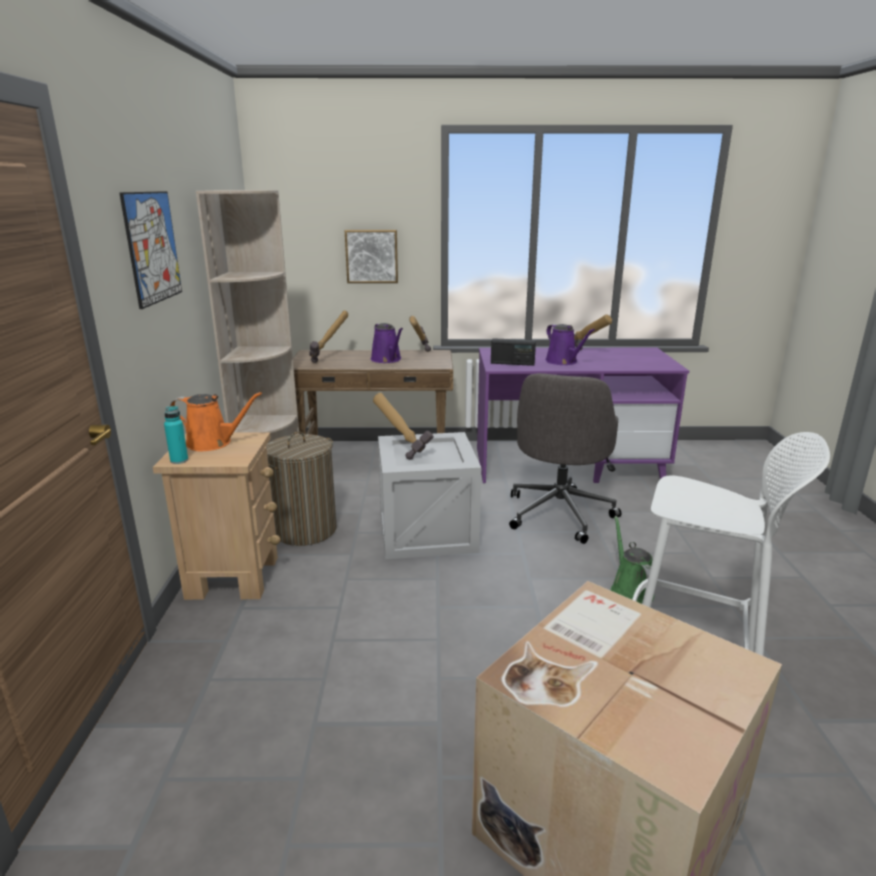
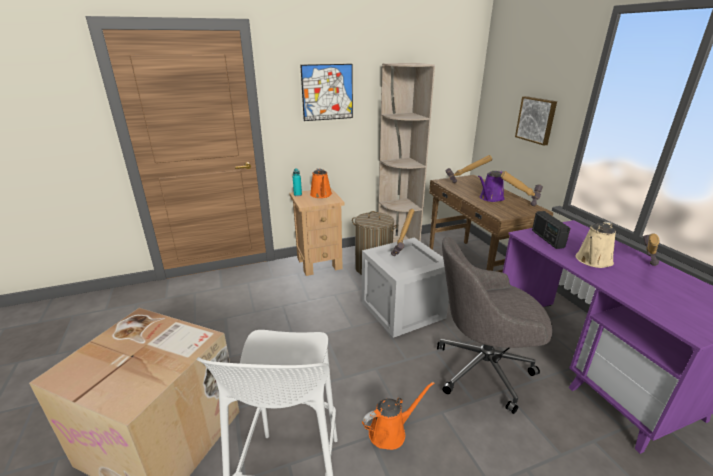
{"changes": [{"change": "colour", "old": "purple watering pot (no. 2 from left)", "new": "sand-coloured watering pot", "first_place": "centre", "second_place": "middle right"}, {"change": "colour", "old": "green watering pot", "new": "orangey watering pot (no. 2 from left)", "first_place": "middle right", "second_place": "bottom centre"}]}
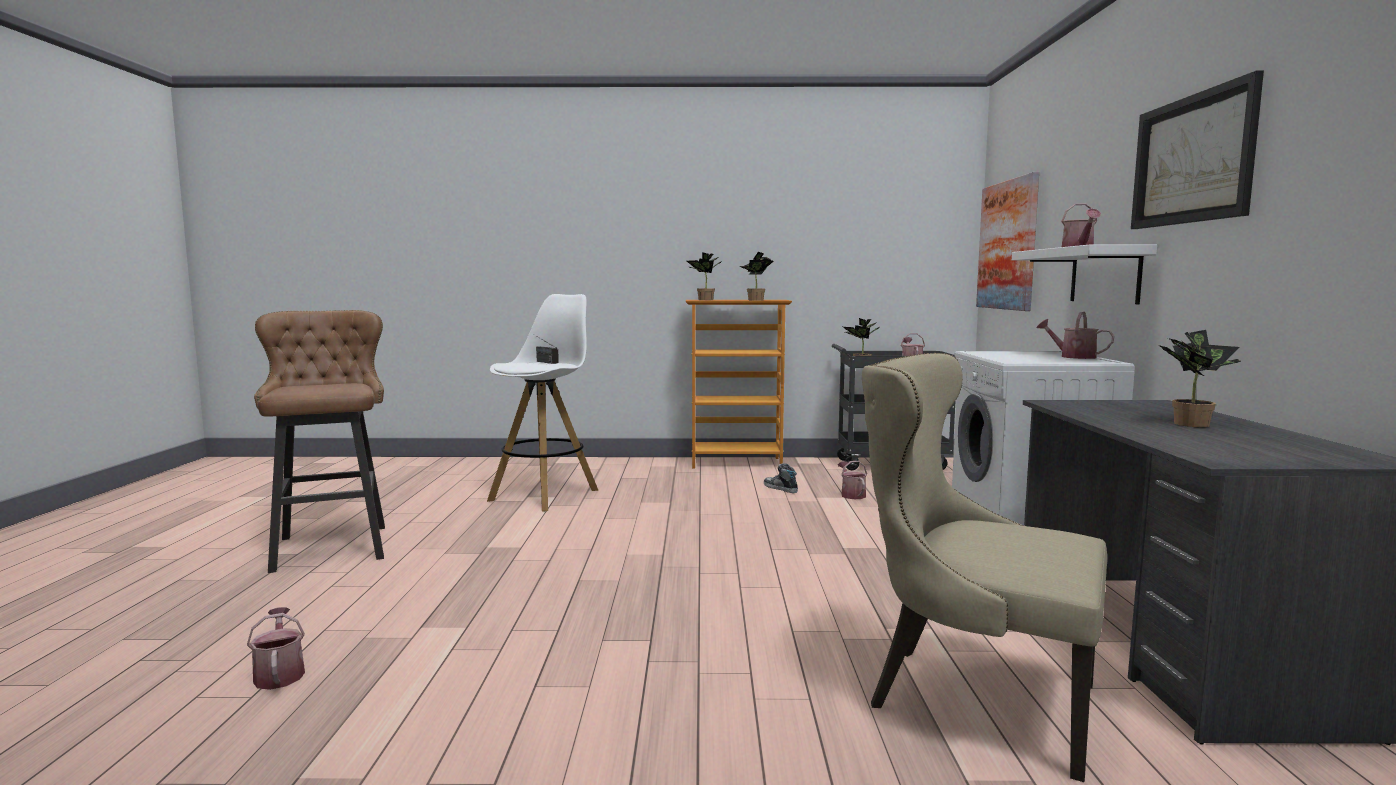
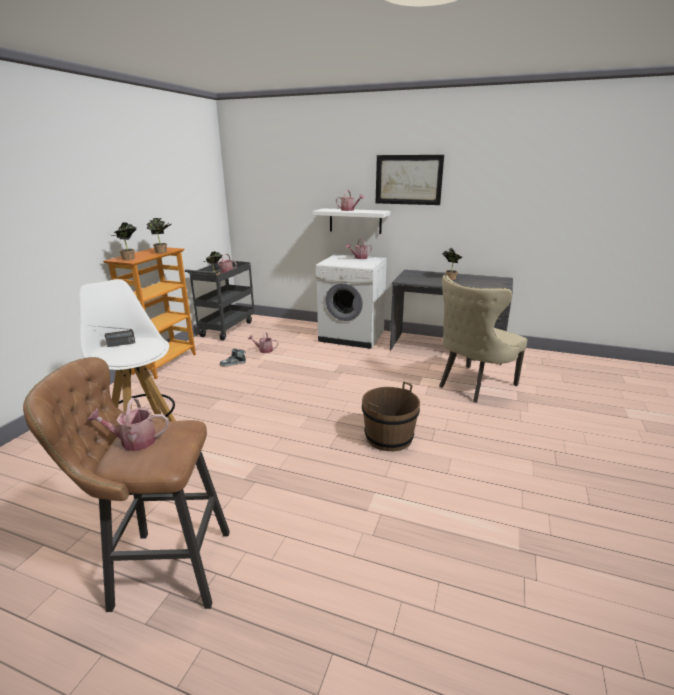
{"changes": [{"change": "missing", "old": "picture (no. 1 from left)", "first_place": "top right"}, {"change": "relocated", "old": "watering pot (no. 1 from left)", "first_place": "bottom left", "second_place": "middle left"}, {"change": "appeared", "new": "brown-coloured water bucket", "second_place": "centre"}]}
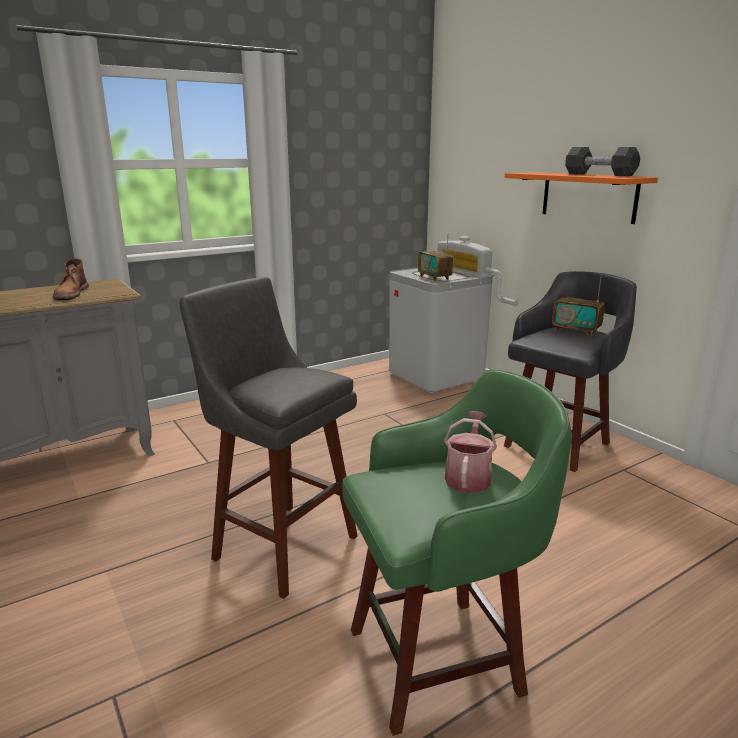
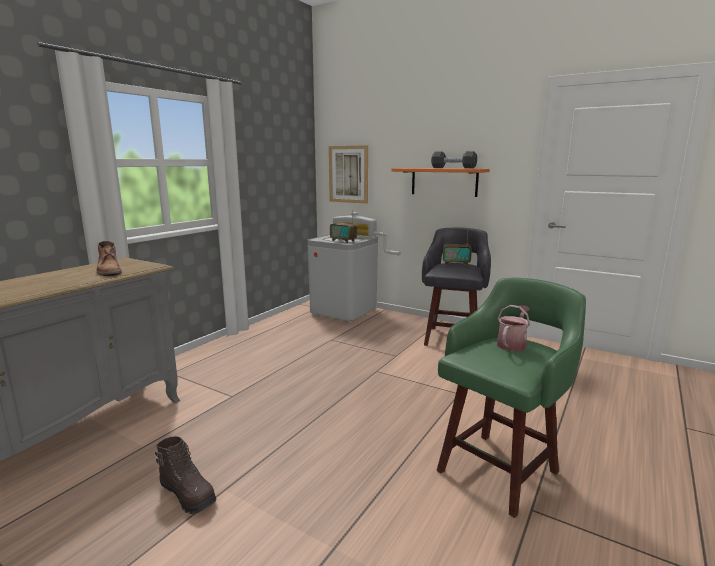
{"changes": [{"change": "missing", "old": "greyish sitting stool (no. 1 from left)", "first_place": "centre"}, {"change": "spun", "old": "watering pot", "first_place": "centre", "second_place": "middle right", "degrees": 45}, {"change": "appeared", "new": "picture", "second_place": "top centre"}, {"change": "appeared", "new": "brown-coloured boot (no. 2 from left)", "second_place": "bottom left"}]}
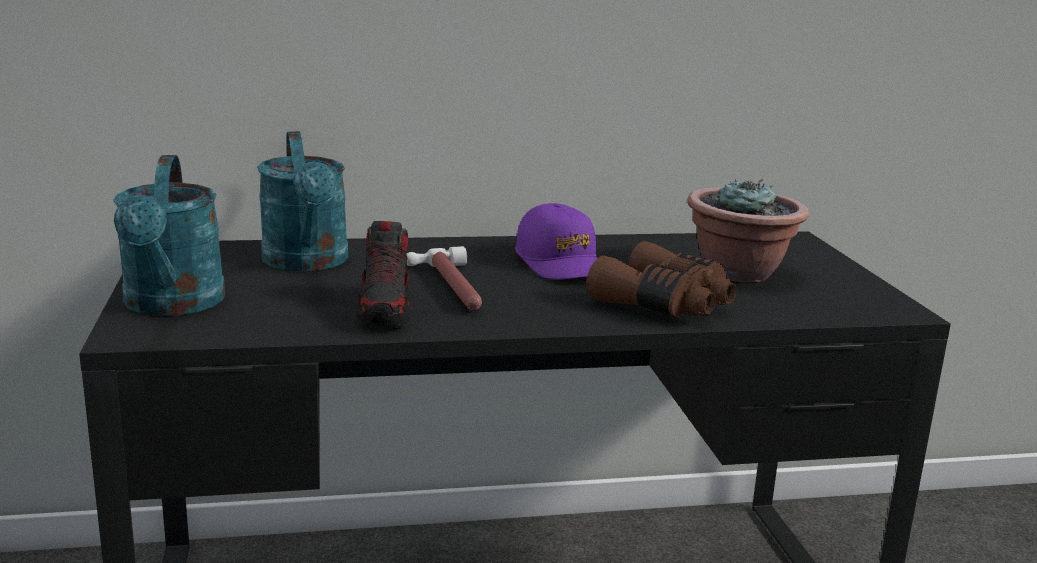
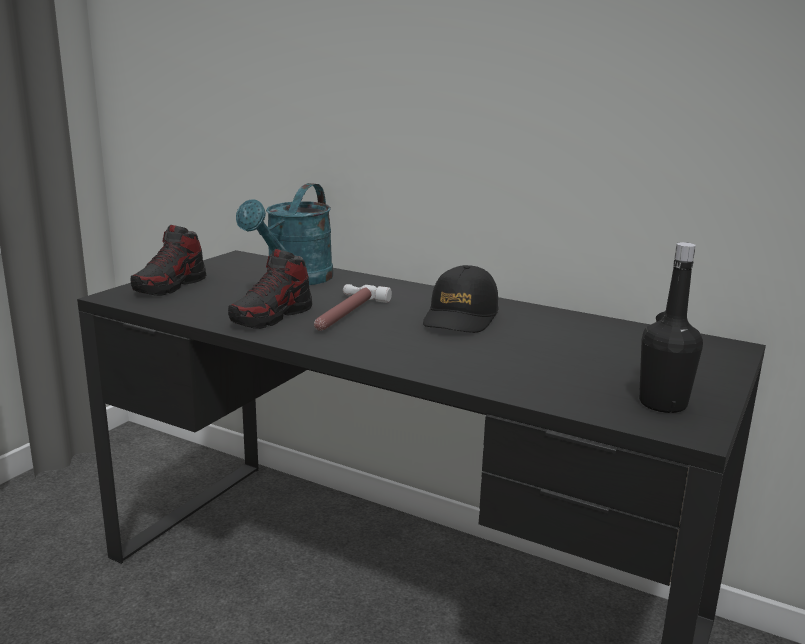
{"changes": [{"change": "exchanged", "old": "blue-green watering pot (no. 1 from left)", "new": "shoe (no. 1 from left)", "first_place": "middle left", "second_place": "middle left"}, {"change": "missing", "old": "plant in a pot", "first_place": "middle right"}, {"change": "colour", "old": "purple baseball cap", "new": "black baseball cap", "first_place": "centre", "second_place": "centre"}, {"change": "missing", "old": "brown-coloured field glasses", "first_place": "centre"}, {"change": "appeared", "new": "black beverage bottle", "second_place": "middle right"}]}
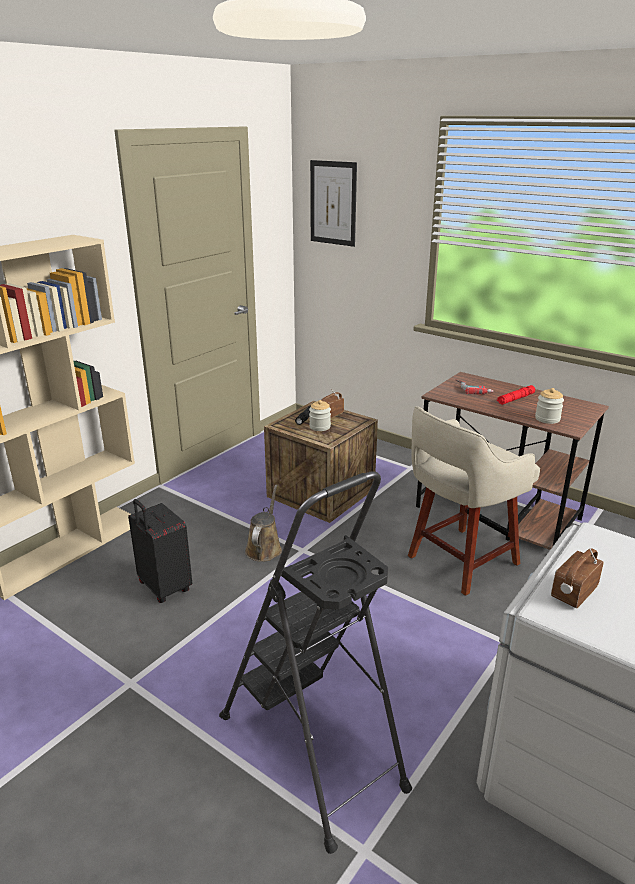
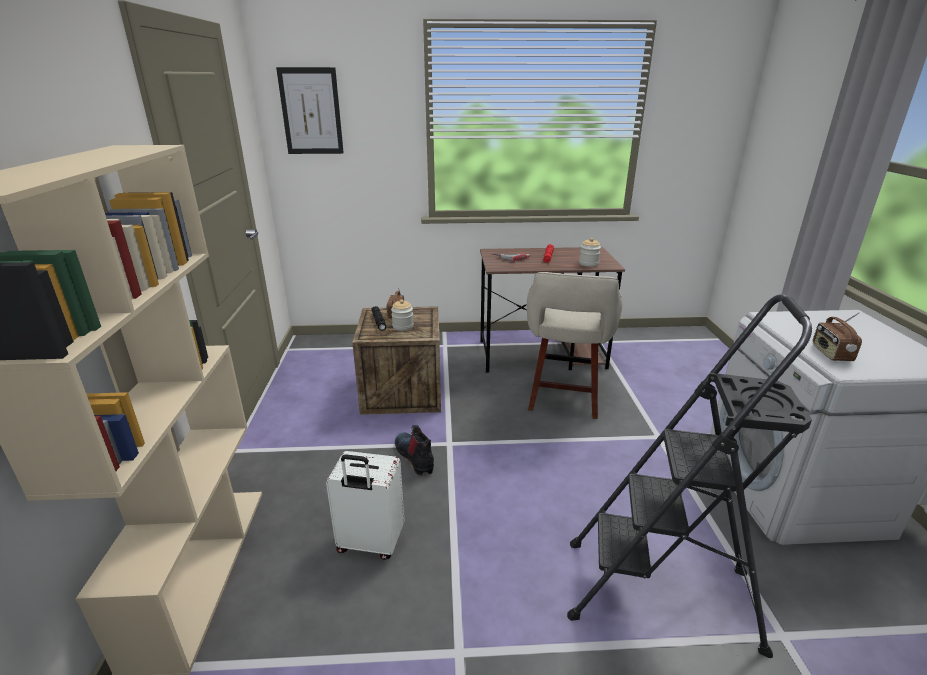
{"changes": [{"change": "exchanged", "old": "brown-coloured watering pot", "new": "boot", "first_place": "centre", "second_place": "bottom centre"}, {"change": "colour", "old": "black travel case", "new": "white-coloured travel case", "first_place": "middle left", "second_place": "bottom centre"}]}
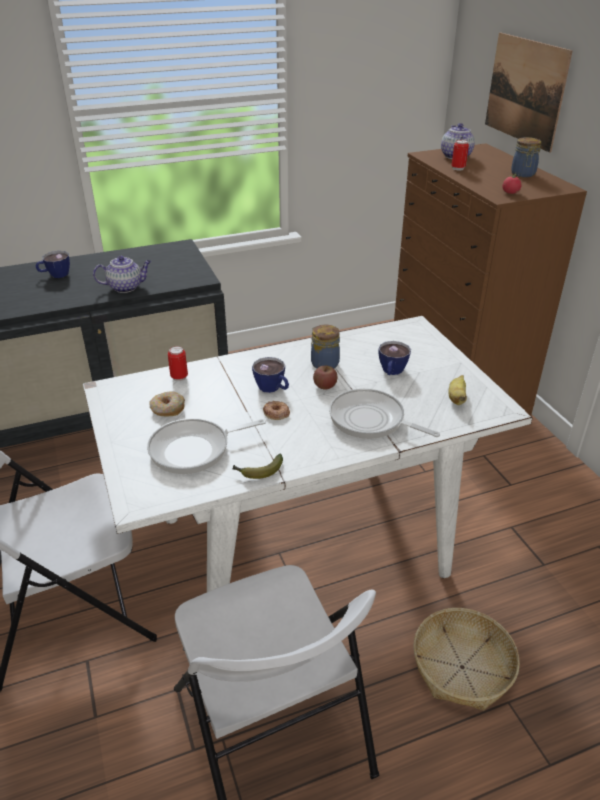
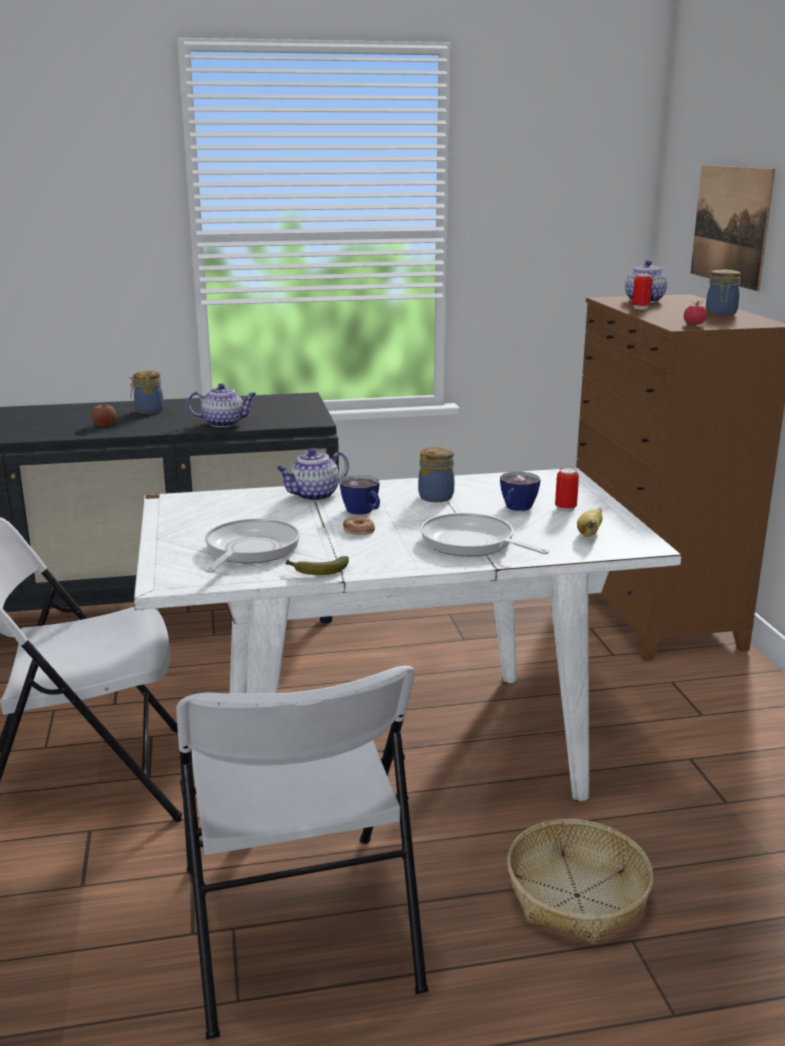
{"changes": [{"change": "exchanged", "old": "cup (no. 1 from left)", "new": "jar (no. 1 from left)", "first_place": "top left", "second_place": "middle left"}, {"change": "relocated", "old": "can (no. 1 from left)", "first_place": "middle left", "second_place": "middle right"}, {"change": "relocated", "old": "apple", "first_place": "centre", "second_place": "middle left"}, {"change": "missing", "old": "donut (no. 1 from left)", "first_place": "middle left"}, {"change": "spun", "old": "frying pan (no. 1 from left)", "first_place": "centre", "second_place": "middle left", "degrees": 120}, {"change": "appeared", "new": "pot for tea (no. 2 from left)", "second_place": "centre"}]}
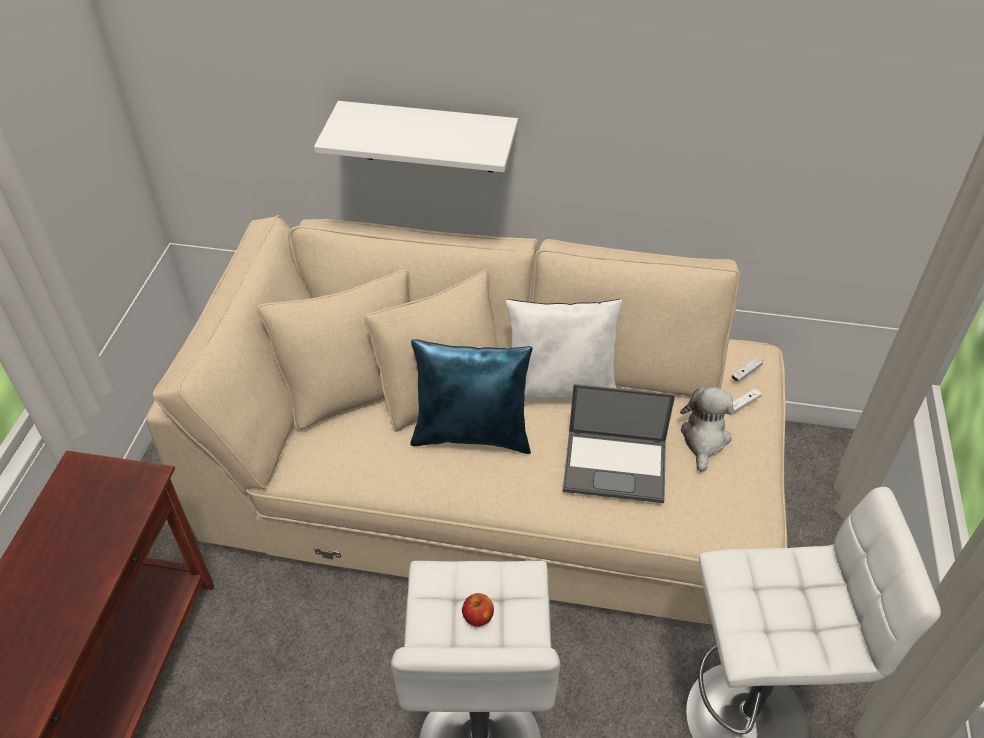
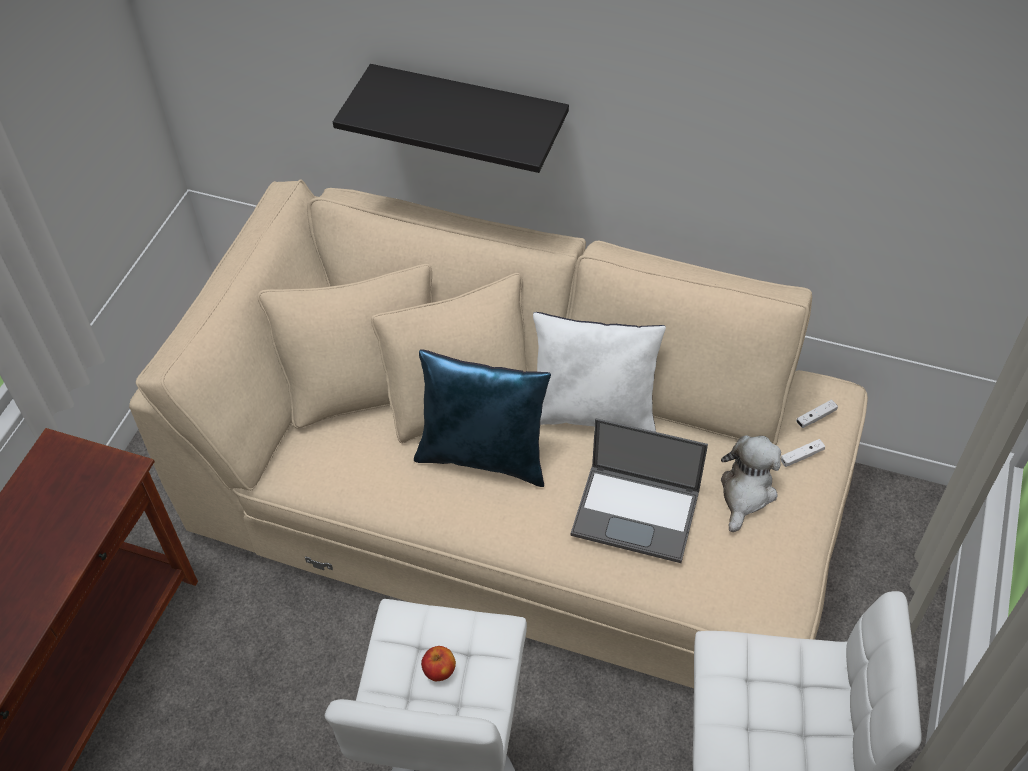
{"changes": [{"change": "colour", "old": "white-coloured shelf", "new": "black shelf", "first_place": "top centre", "second_place": "top centre"}]}
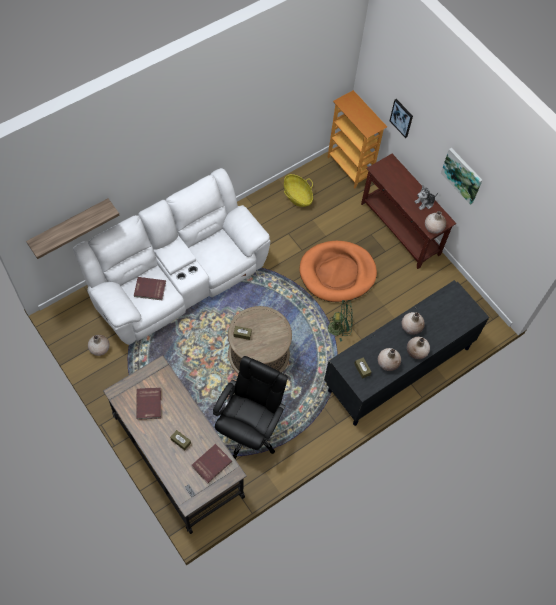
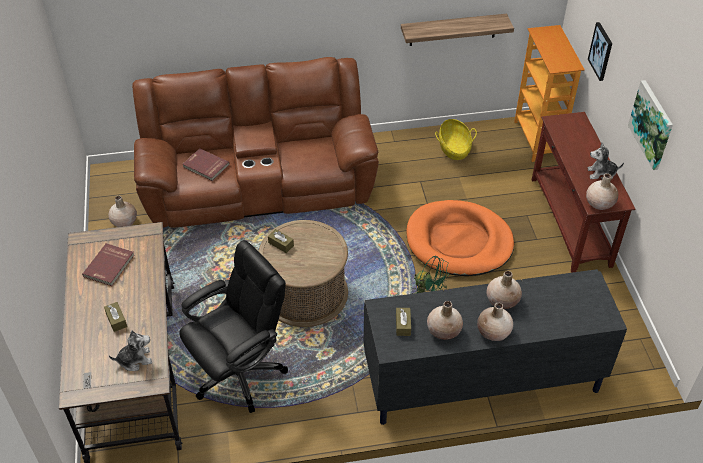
{"changes": [{"change": "colour", "old": "white-coloured sofa", "new": "brown-coloured sofa", "first_place": "middle left", "second_place": "top centre"}, {"change": "relocated", "old": "shelf", "first_place": "middle left", "second_place": "top centre"}, {"change": "exchanged", "old": "red book (no. 3 from left)", "new": "soft toy (no. 1 from left)", "first_place": "bottom centre", "second_place": "bottom left"}]}
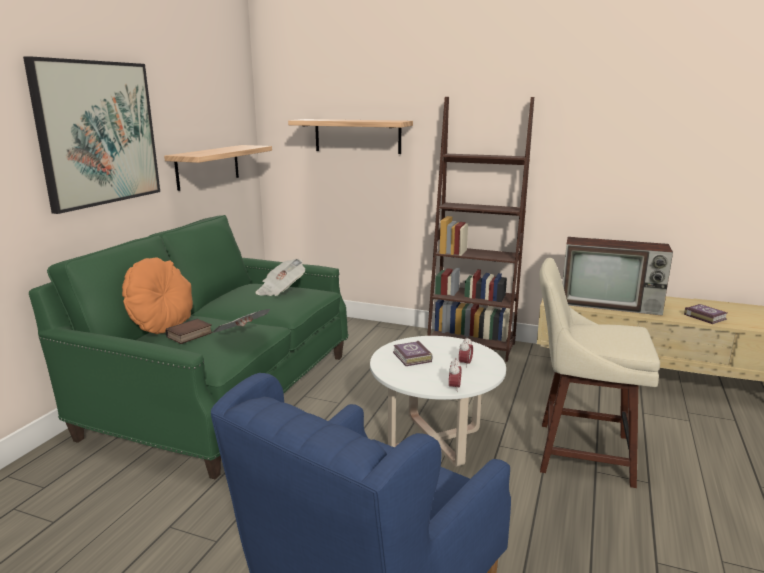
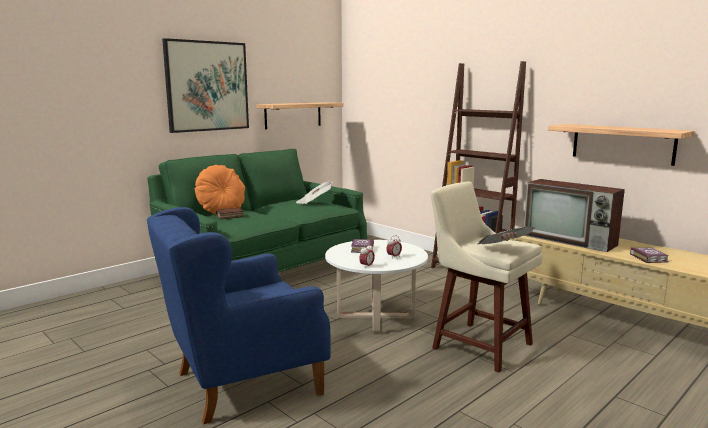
{"changes": [{"change": "relocated", "old": "shelf (no. 2 from left)", "first_place": "top centre", "second_place": "middle right"}, {"change": "relocated", "old": "newspaper (no. 1 from left in the first image)", "new": "newspaper (no. 2 from left)", "first_place": "middle left", "second_place": "middle right"}]}
